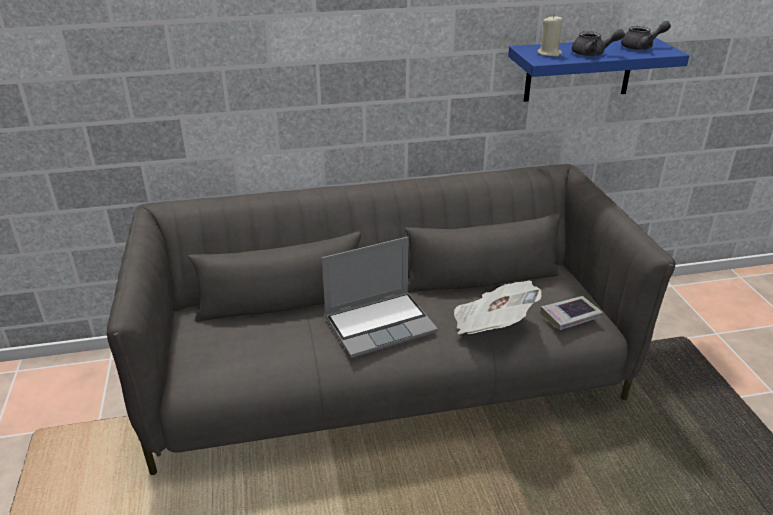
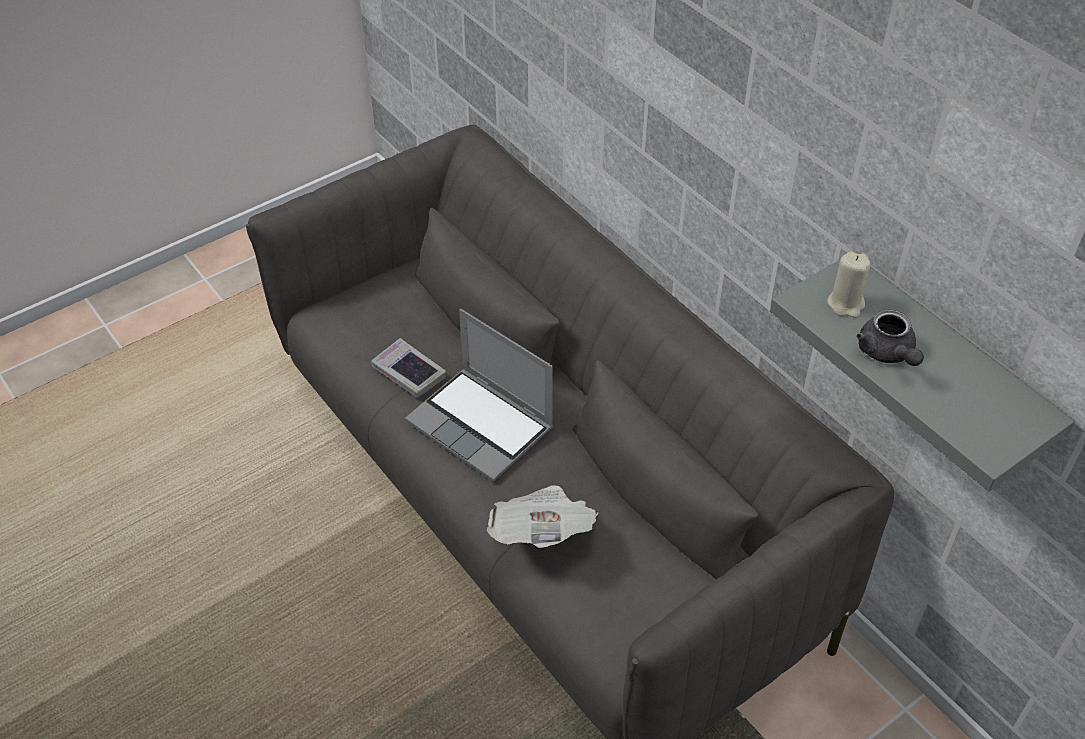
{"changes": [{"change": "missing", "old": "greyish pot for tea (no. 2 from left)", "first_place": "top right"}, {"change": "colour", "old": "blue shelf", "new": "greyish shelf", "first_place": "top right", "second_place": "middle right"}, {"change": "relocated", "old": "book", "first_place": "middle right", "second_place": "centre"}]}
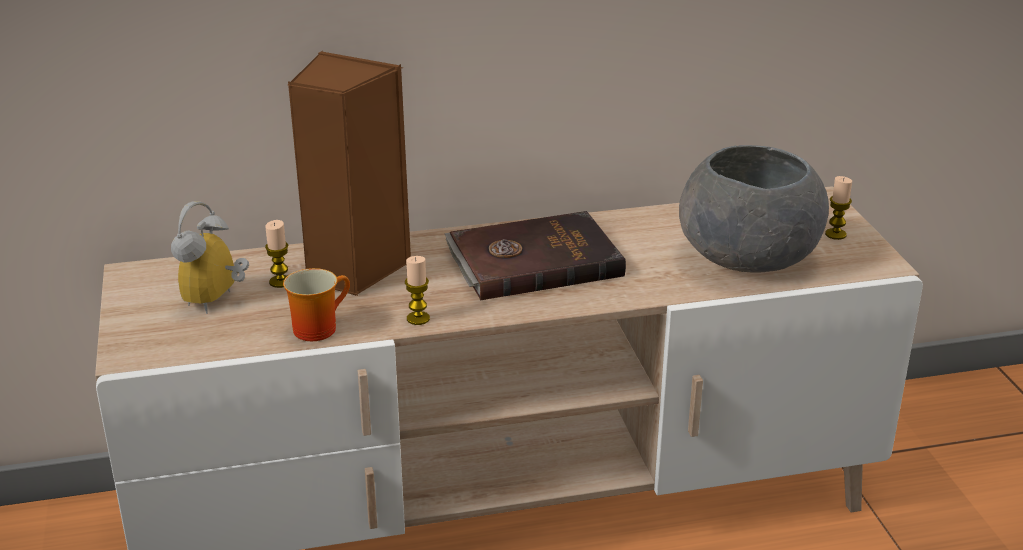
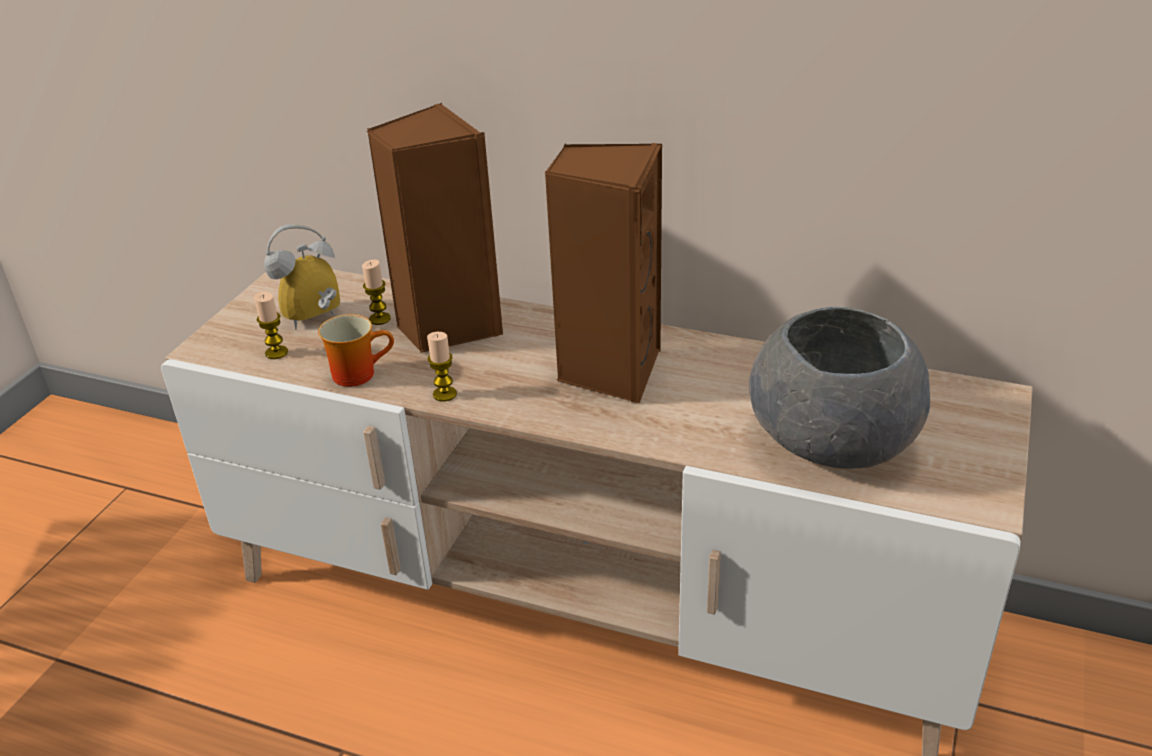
{"changes": [{"change": "relocated", "old": "wax candle (no. 3 from left in the first image)", "new": "wax candle (no. 1 from left)", "first_place": "middle right", "second_place": "middle left"}, {"change": "exchanged", "old": "brown-coloured book", "new": "brown-coloured speaker (no. 2 from left)", "first_place": "centre", "second_place": "centre"}]}
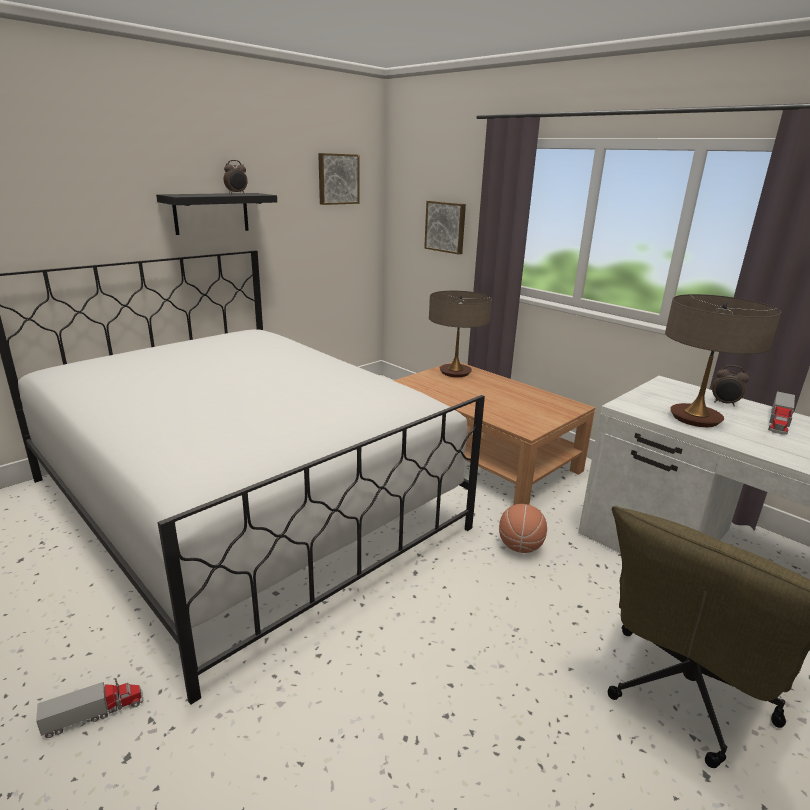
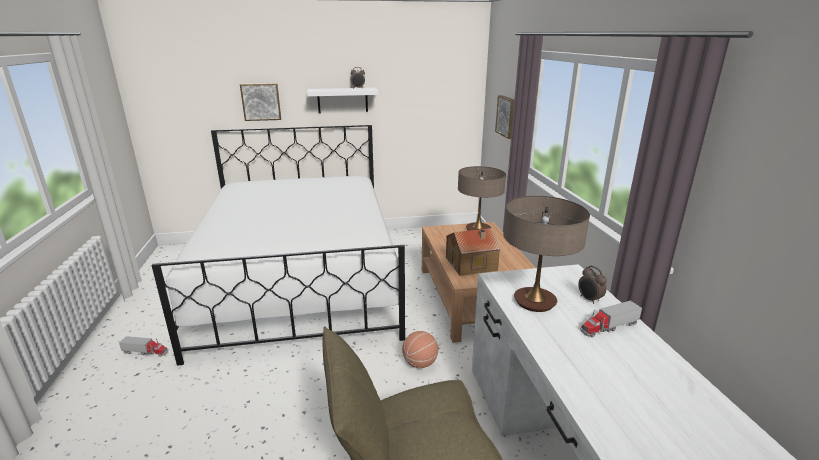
{"changes": [{"change": "relocated", "old": "picture (no. 1 from left)", "first_place": "top centre", "second_place": "top left"}, {"change": "colour", "old": "black shelf", "new": "white-coloured shelf", "first_place": "top left", "second_place": "top centre"}, {"change": "appeared", "new": "toy house", "second_place": "centre"}]}
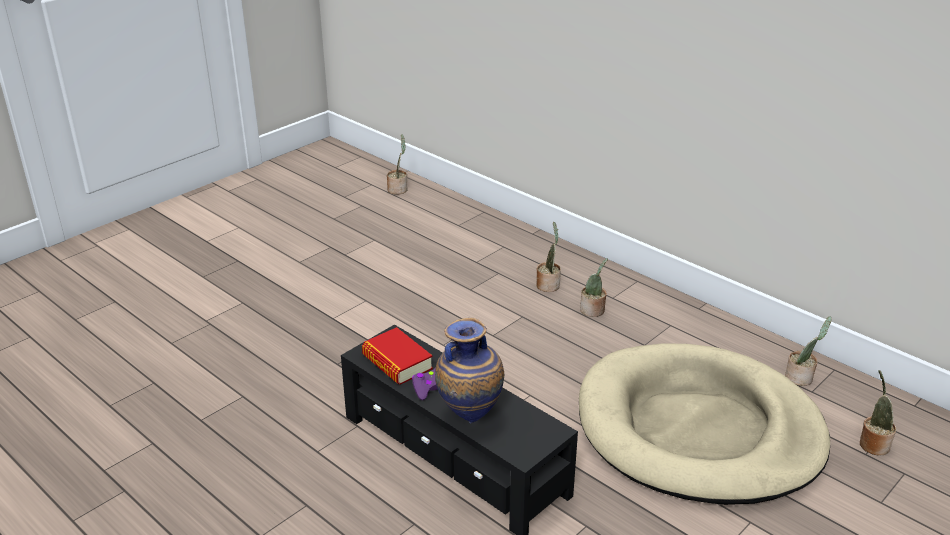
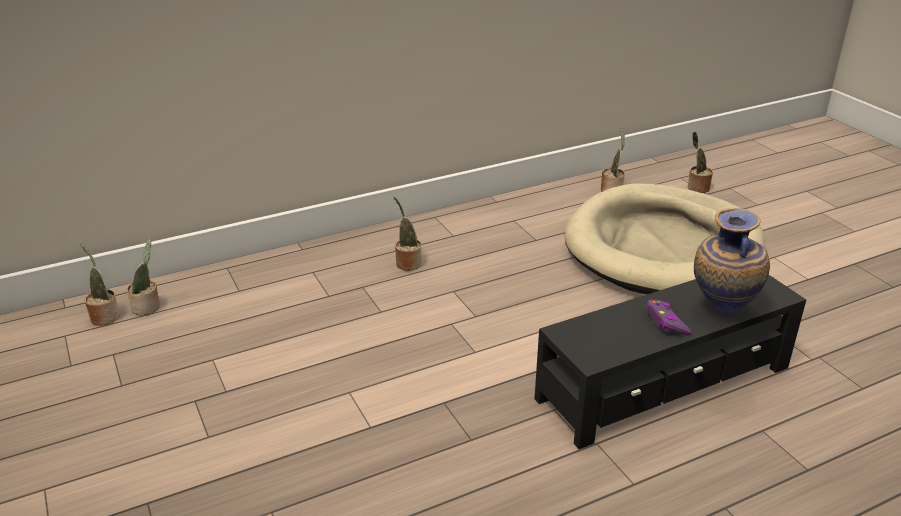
{"changes": [{"change": "relocated", "old": "plant in a pot (no. 3 from left in the first image)", "new": "plant in a pot (no. 2 from left)", "first_place": "centre", "second_place": "middle left"}, {"change": "missing", "old": "book", "first_place": "centre"}]}
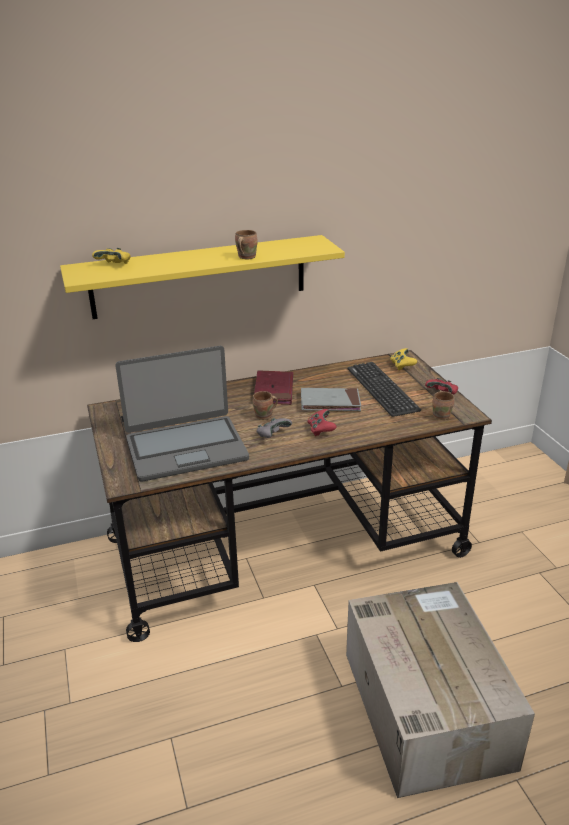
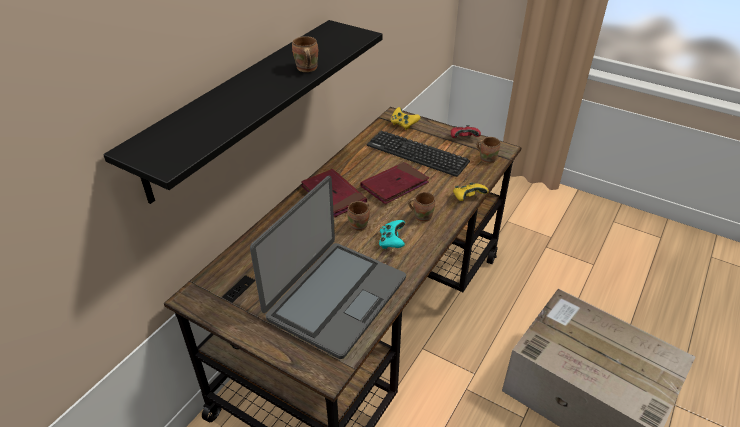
{"changes": [{"change": "colour", "old": "yellow-coloured shelf", "new": "black shelf", "first_place": "centre", "second_place": "top left"}, {"change": "relocated", "old": "yellow-coloured joypad (no. 1 from left in the first image)", "new": "yellow-coloured joypad (no. 2 from left)", "first_place": "top left", "second_place": "centre"}, {"change": "colour", "old": "greyish book", "new": "red book (no. 2 from left)", "first_place": "centre", "second_place": "centre"}, {"change": "exchanged", "old": "red joypad (no. 1 from left)", "new": "brown-coloured coffee mug (no. 3 from left)", "first_place": "centre", "second_place": "centre"}, {"change": "colour", "old": "greyish joypad", "new": "blue-green joypad", "first_place": "centre", "second_place": "centre"}]}
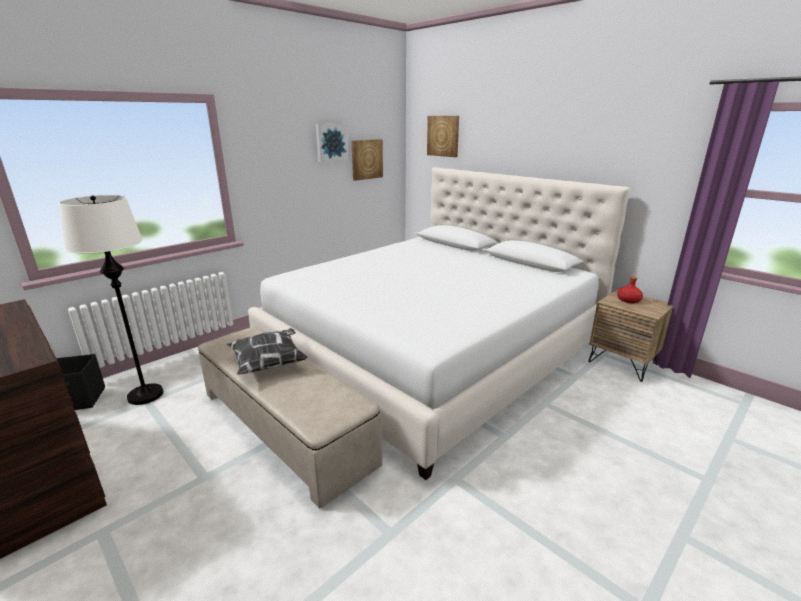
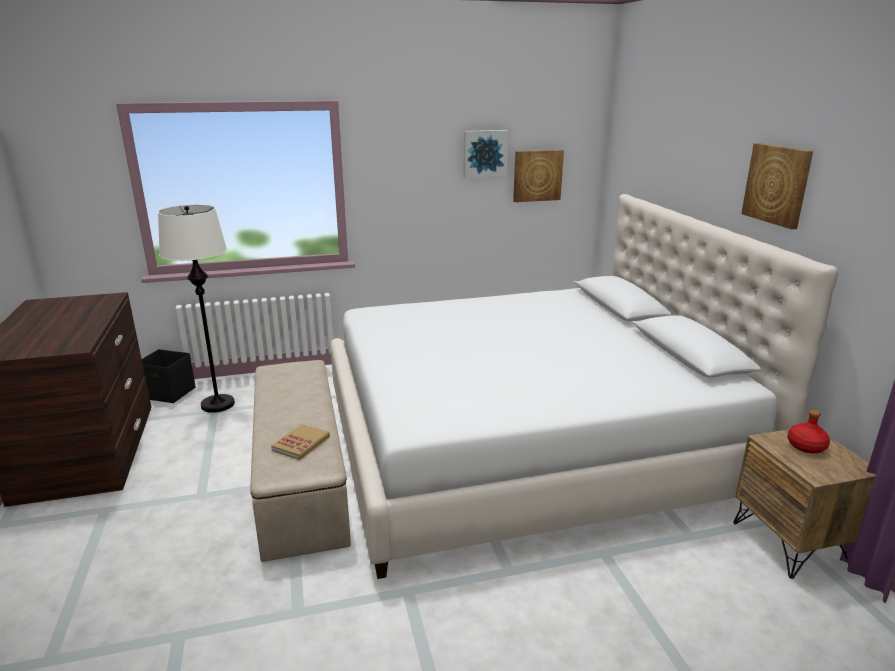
{"changes": [{"change": "relocated", "old": "picture (no. 3 from left)", "first_place": "top centre", "second_place": "top right"}, {"change": "missing", "old": "pillow", "first_place": "centre"}, {"change": "appeared", "new": "book", "second_place": "centre"}]}
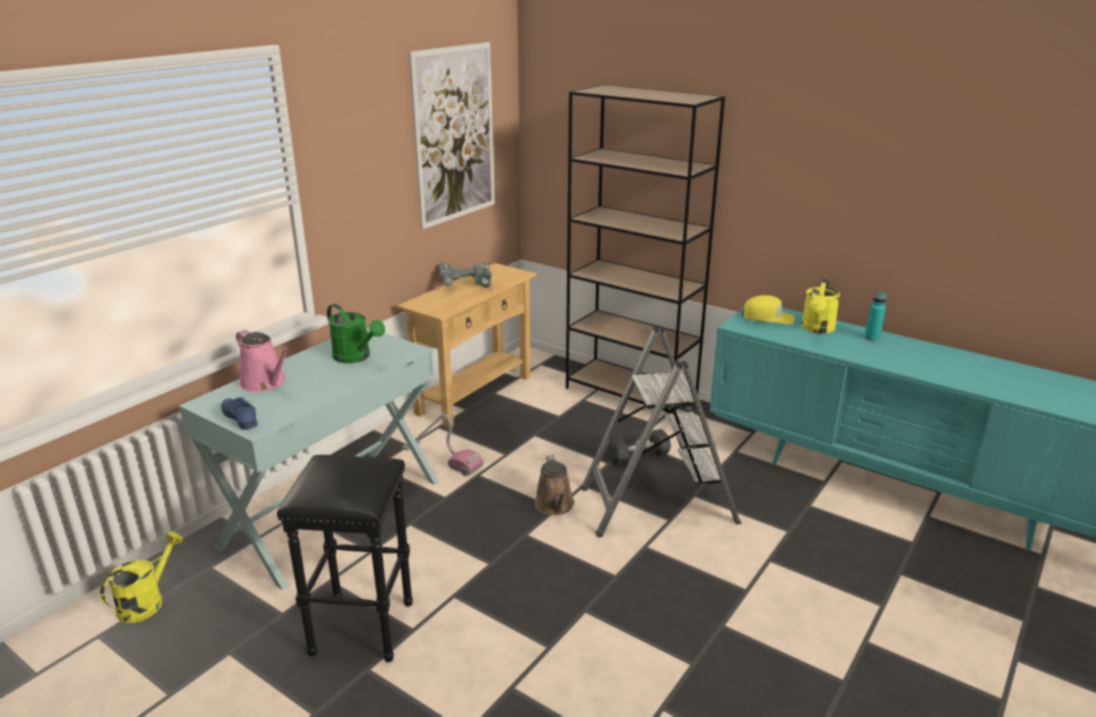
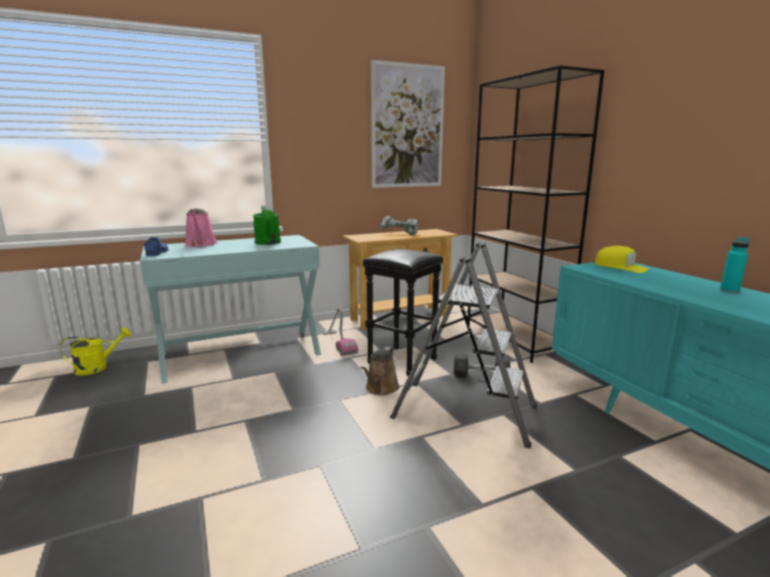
{"changes": [{"change": "missing", "old": "yellow-coloured watering pot (no. 2 from left)", "first_place": "middle right"}, {"change": "relocated", "old": "black sitting stool", "first_place": "bottom left", "second_place": "centre"}]}
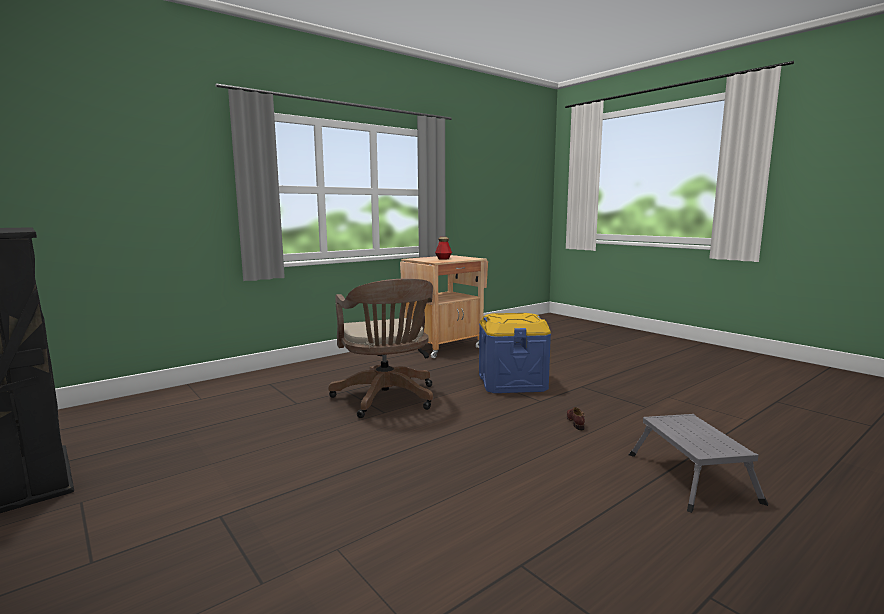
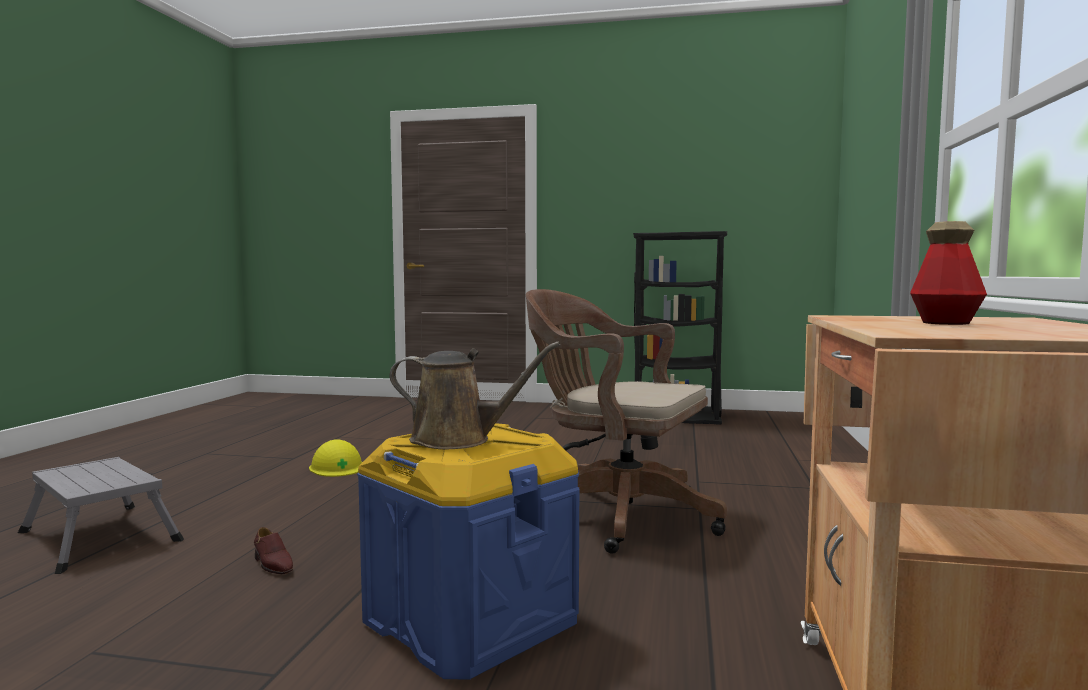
{"changes": [{"change": "appeared", "new": "brown-coloured watering pot", "second_place": "centre"}, {"change": "appeared", "new": "yellow-coloured work helmet", "second_place": "middle left"}]}
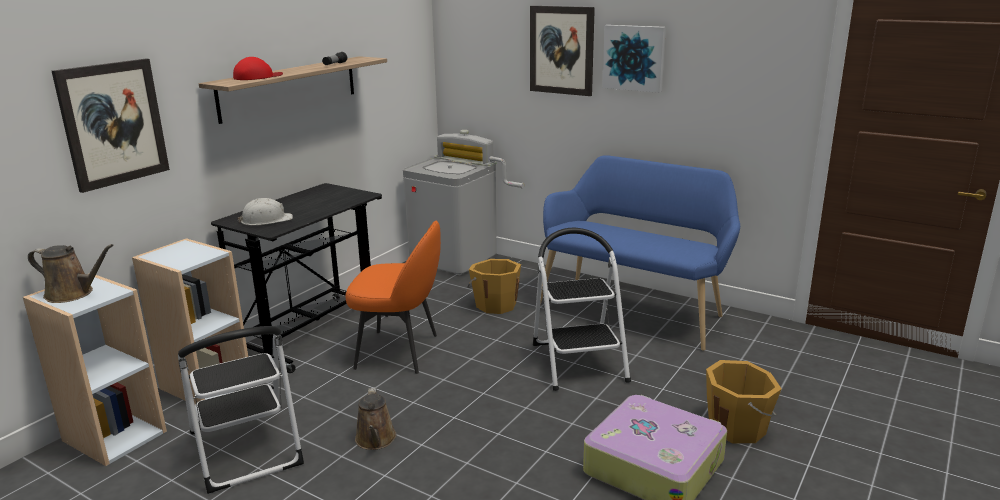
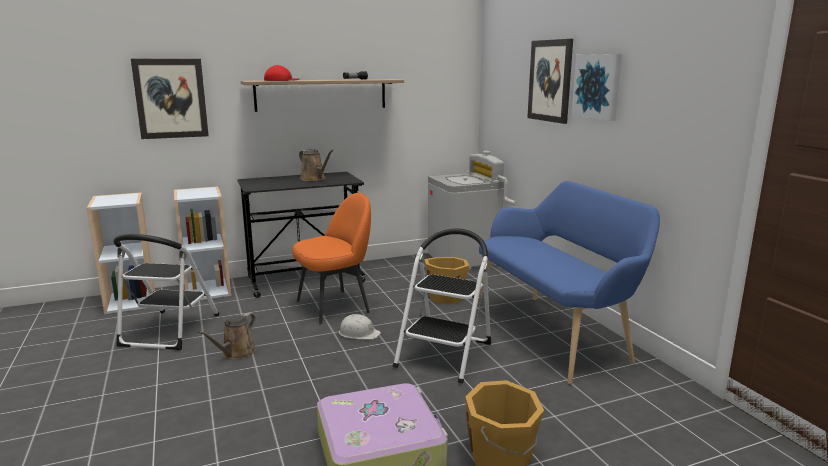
{"changes": [{"change": "relocated", "old": "white-coloured work helmet", "first_place": "middle left", "second_place": "bottom centre"}, {"change": "spun", "old": "orangey plain chair", "first_place": "centre", "second_place": "centre", "degrees": -75}, {"change": "relocated", "old": "brown-coloured watering pot (no. 1 from left in the first image)", "new": "brown-coloured watering pot (no. 2 from left)", "first_place": "middle left", "second_place": "centre"}]}
